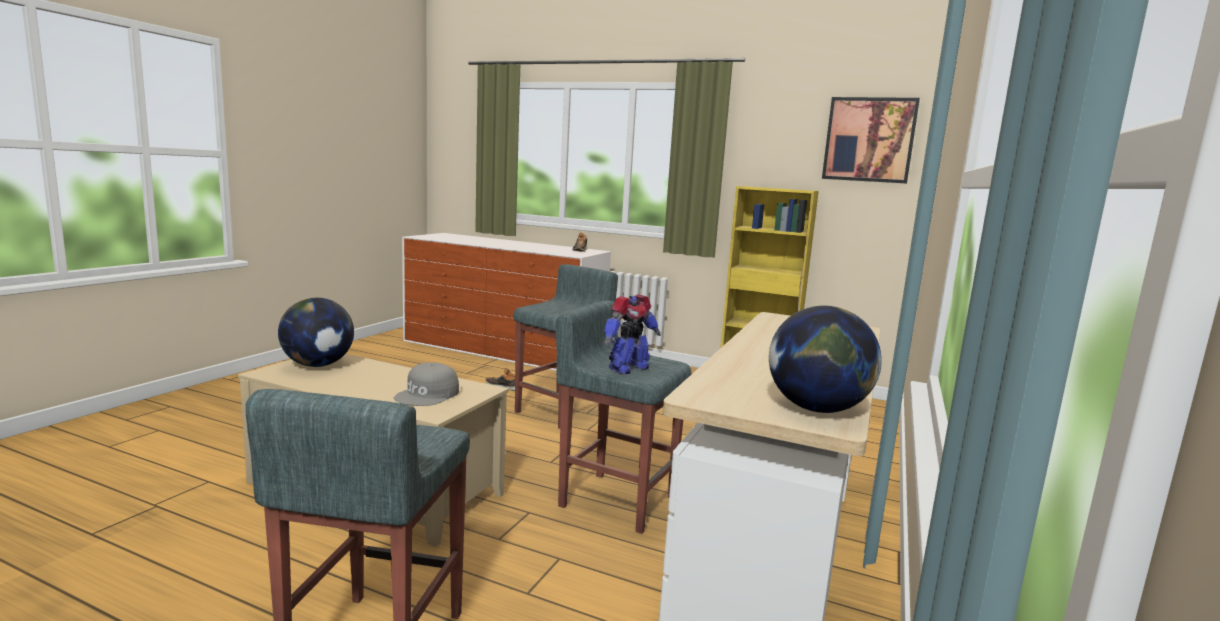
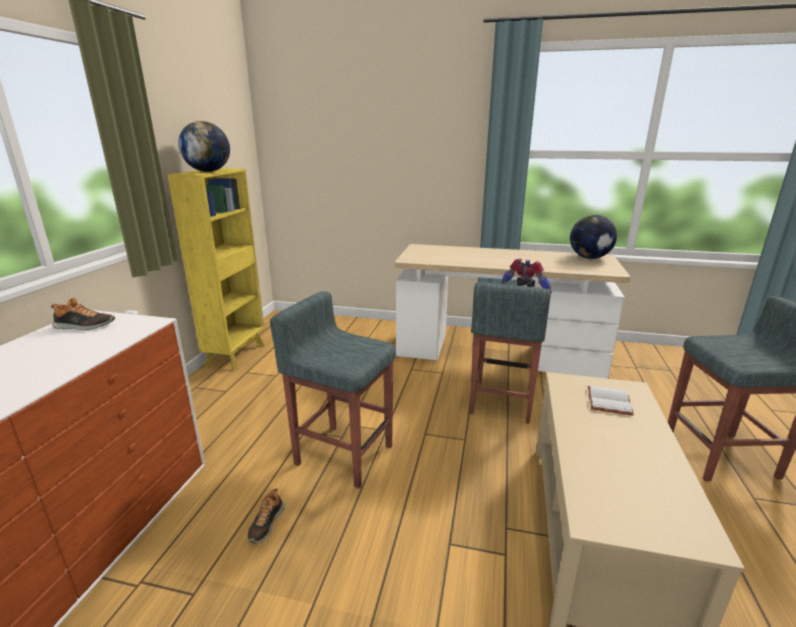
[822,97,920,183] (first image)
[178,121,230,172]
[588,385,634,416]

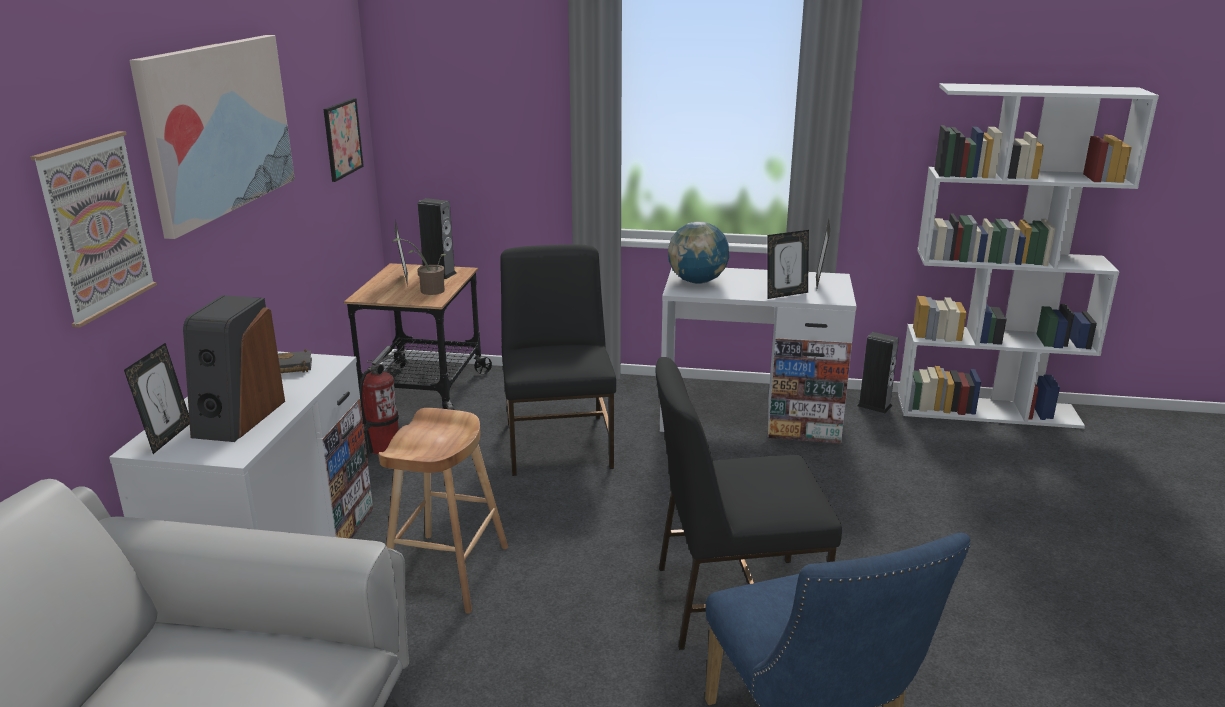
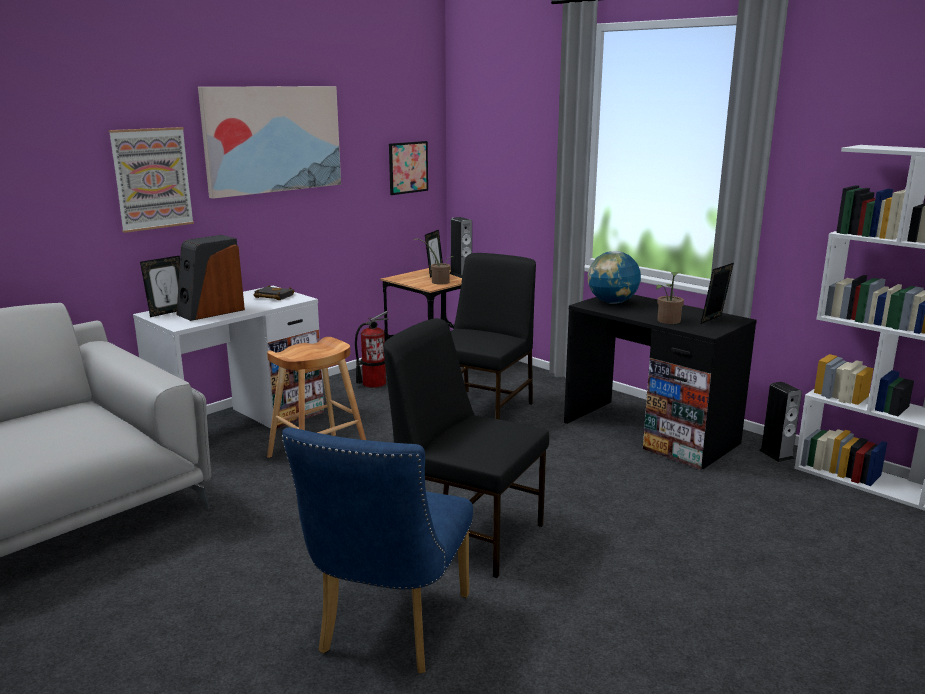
[656,272,684,324]
[564,295,757,469]

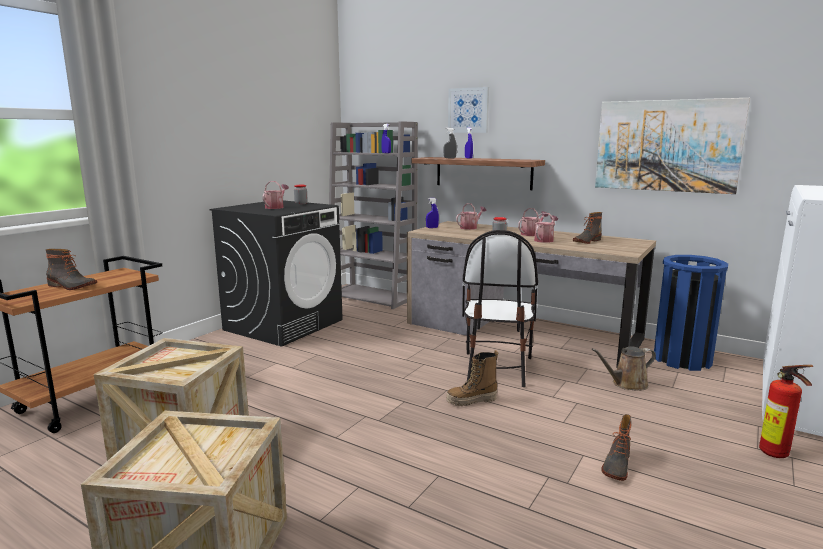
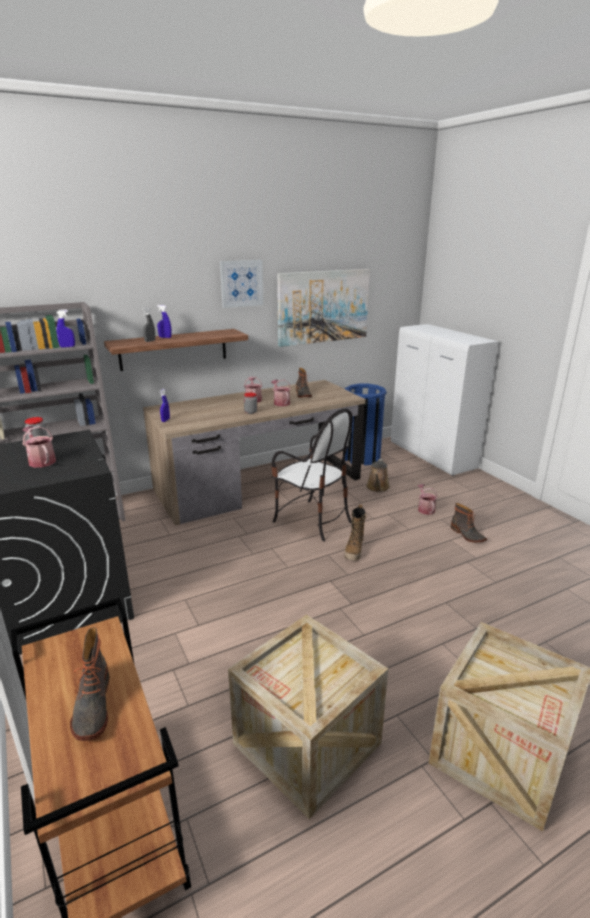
[759,365,813,458] (first image)
[220,260,264,308]
[418,484,437,515]
[70,627,110,741]

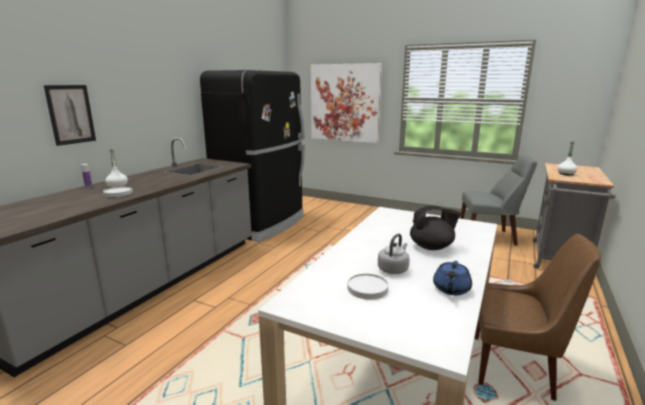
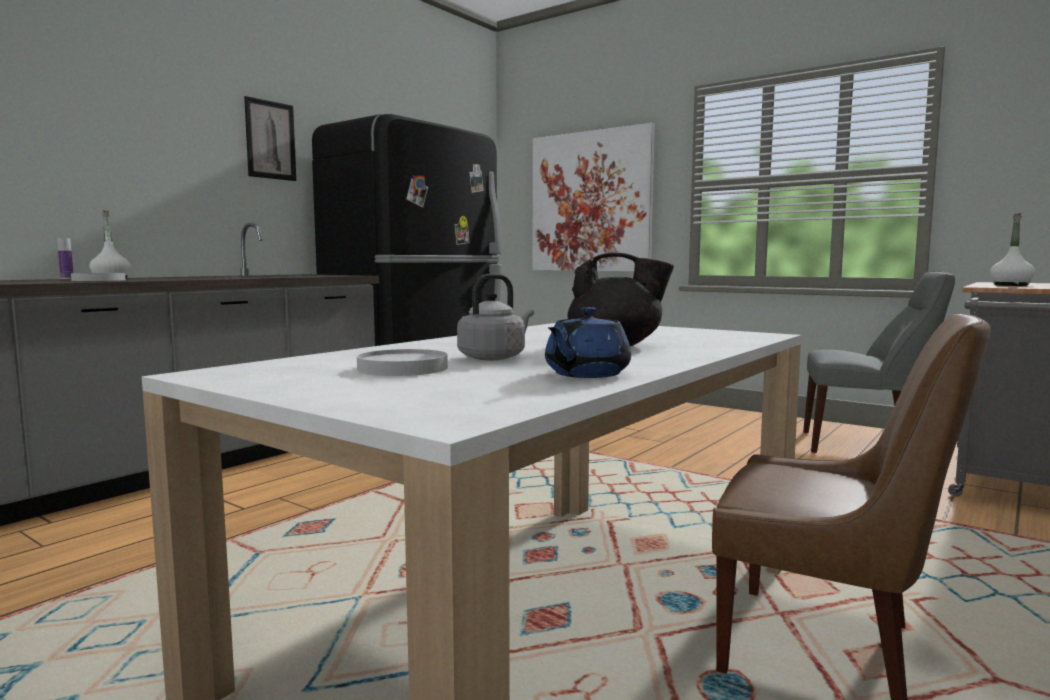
[244,96,296,181]

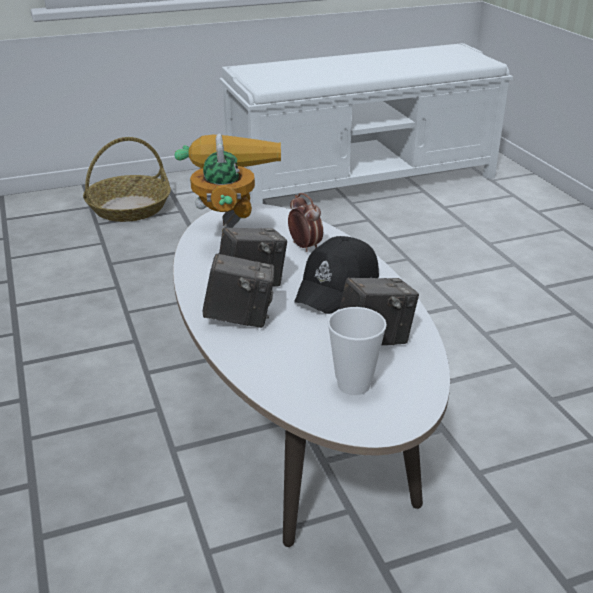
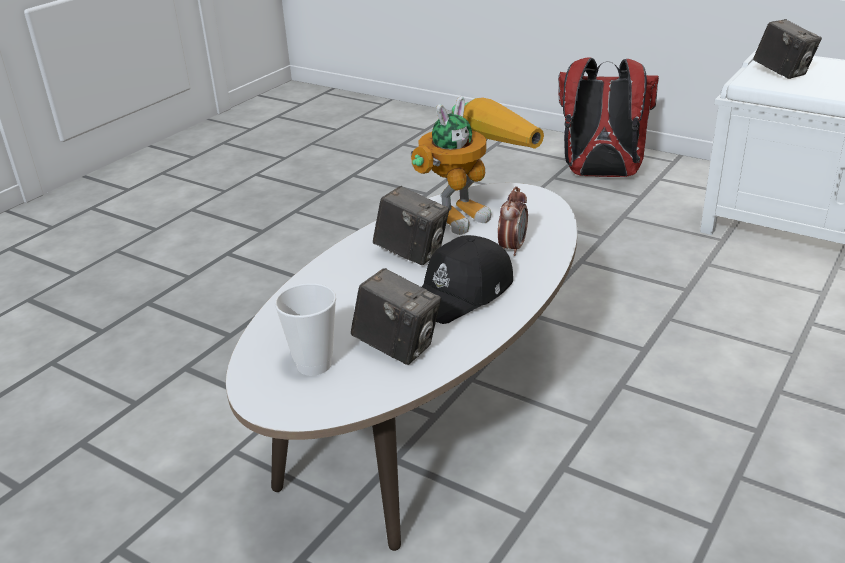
[753,19,822,79]
[558,57,659,177]
[422,235,513,324]

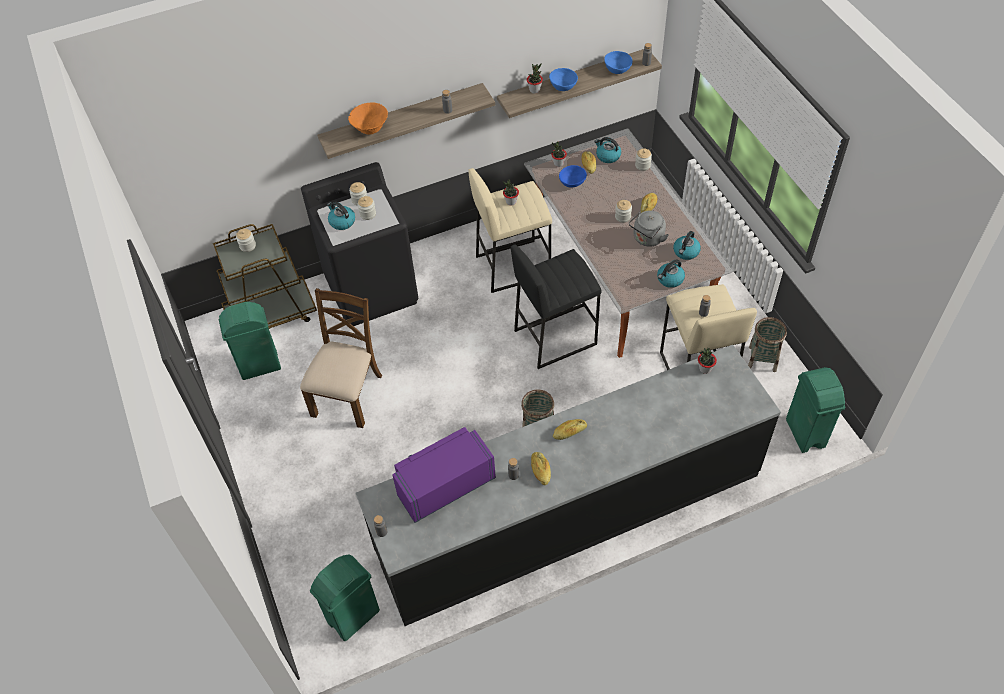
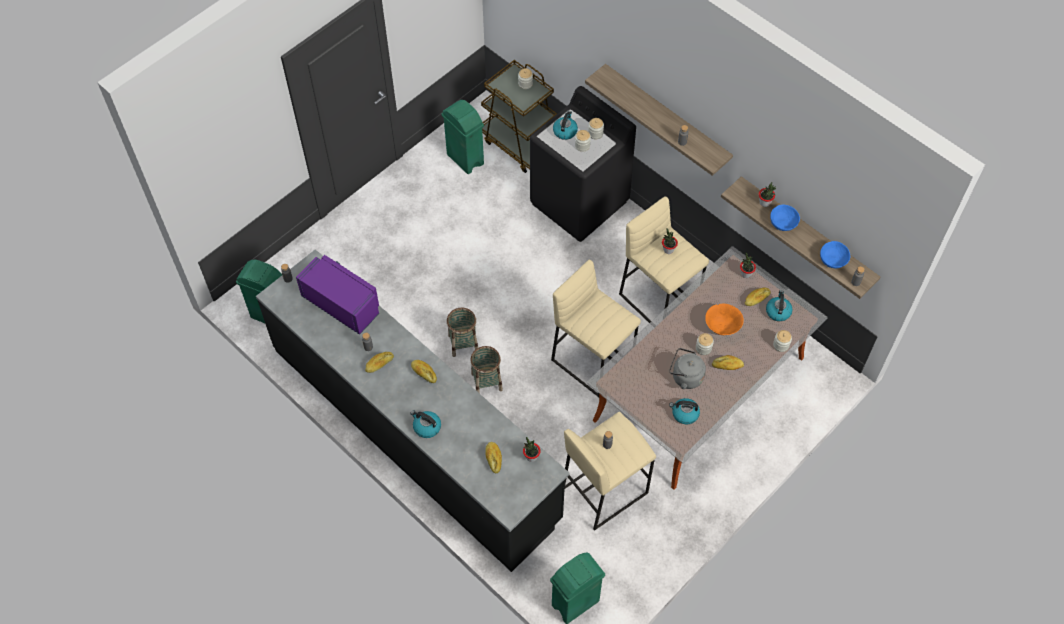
[300,288,382,428] (first image)
[559,165,587,188] (first image)
[485,442,502,474]
[705,304,744,335]
[410,410,441,438]
[447,308,478,357]
[551,260,641,397]

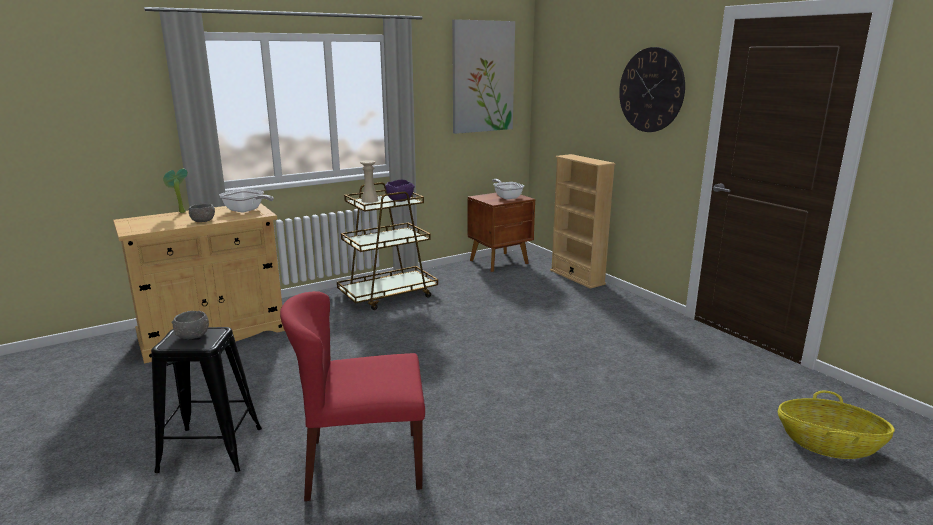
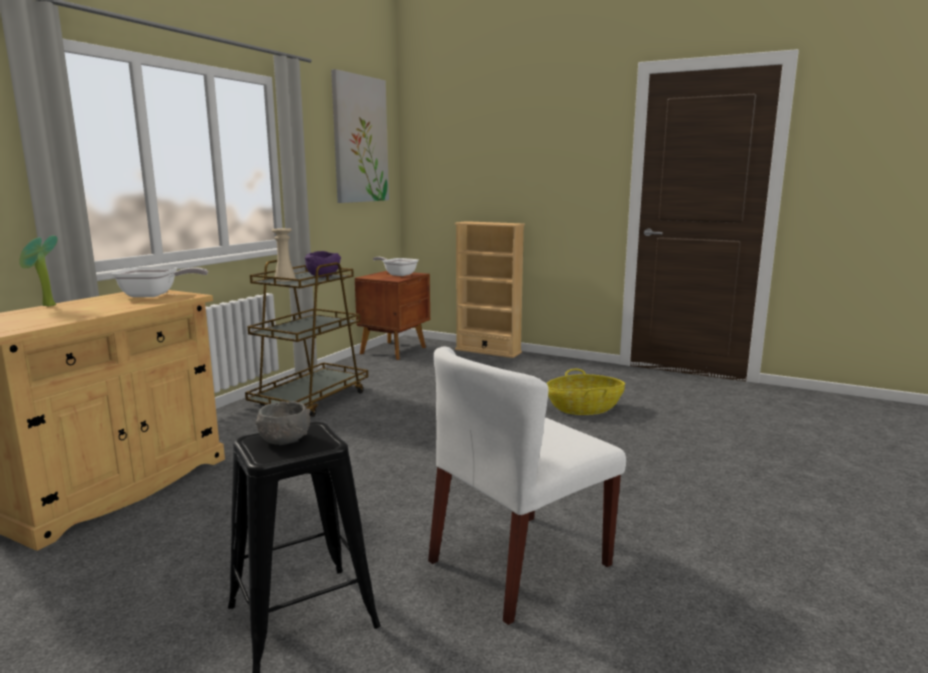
[188,204,215,222] (first image)
[619,47,685,132] (first image)
[546,368,625,415]
[428,346,626,625]

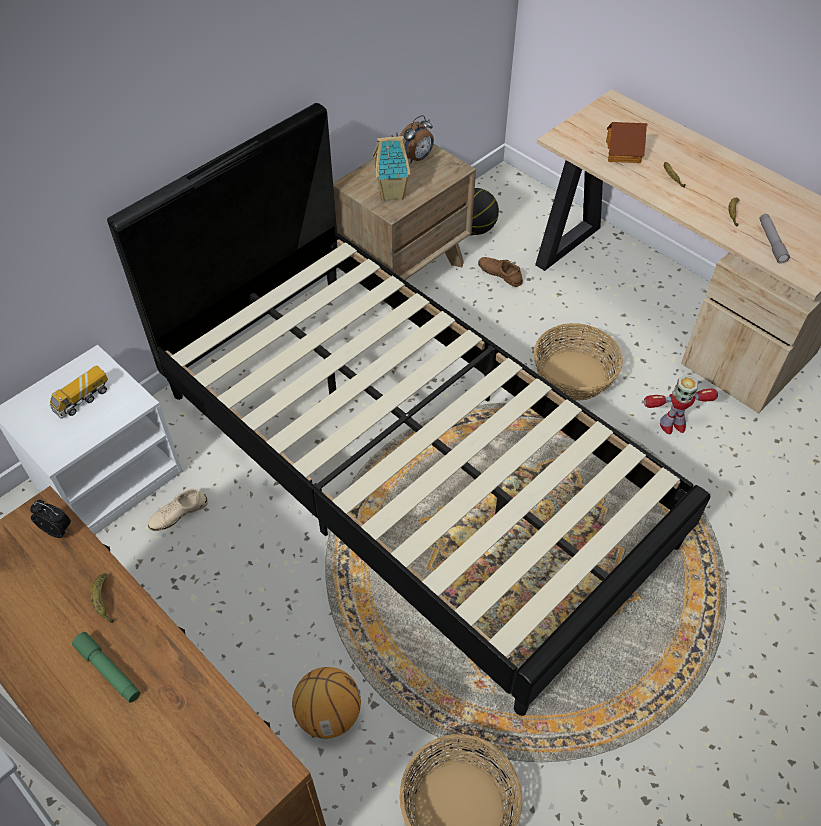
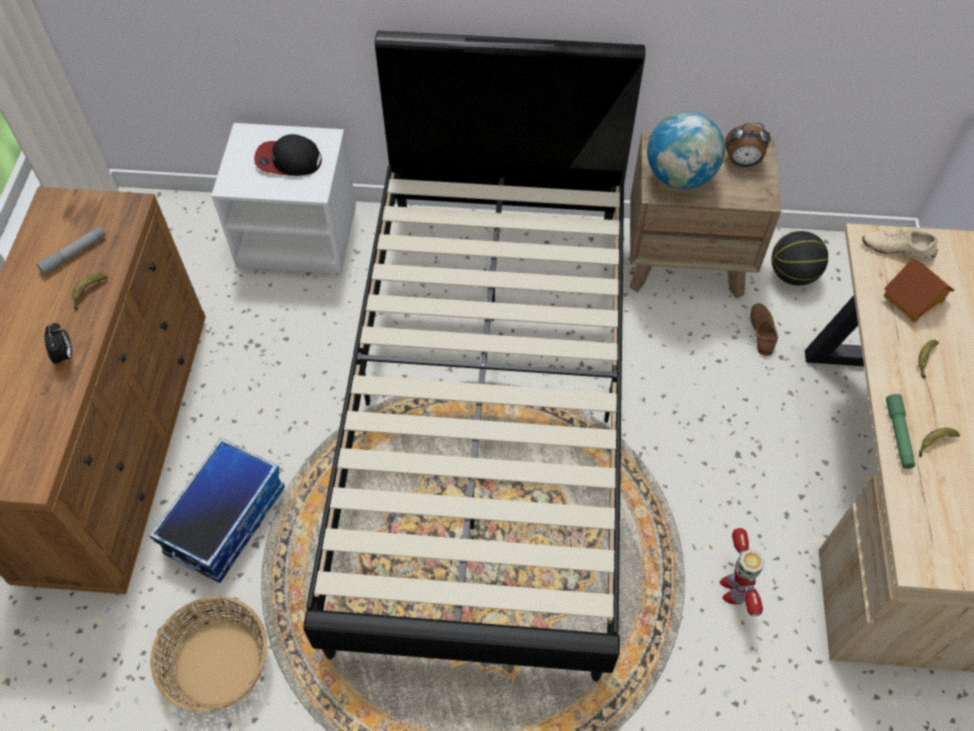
[534,323,623,401] (first image)
[44,323,72,365]
[886,394,915,469]
[862,228,938,261]
[36,227,106,275]
[254,134,322,176]
[149,438,285,583]
[647,111,725,189]
[720,528,764,616]

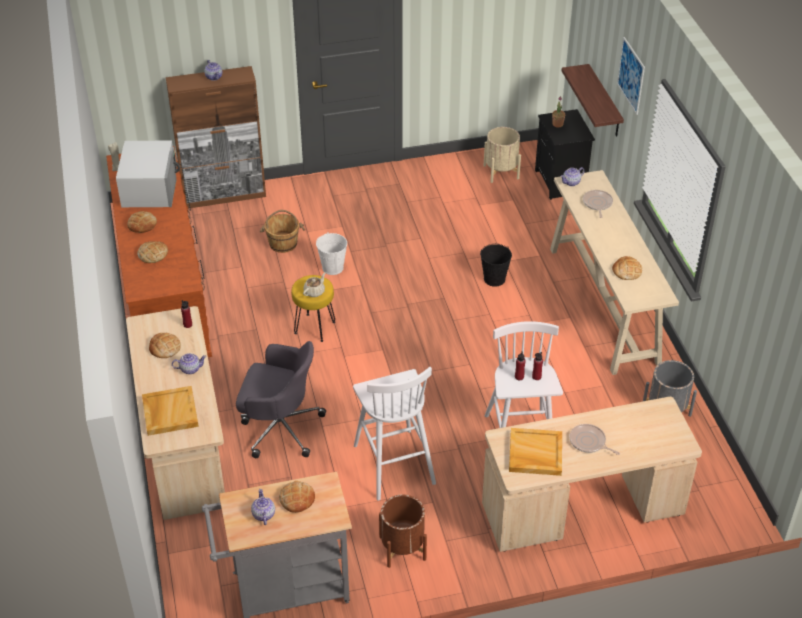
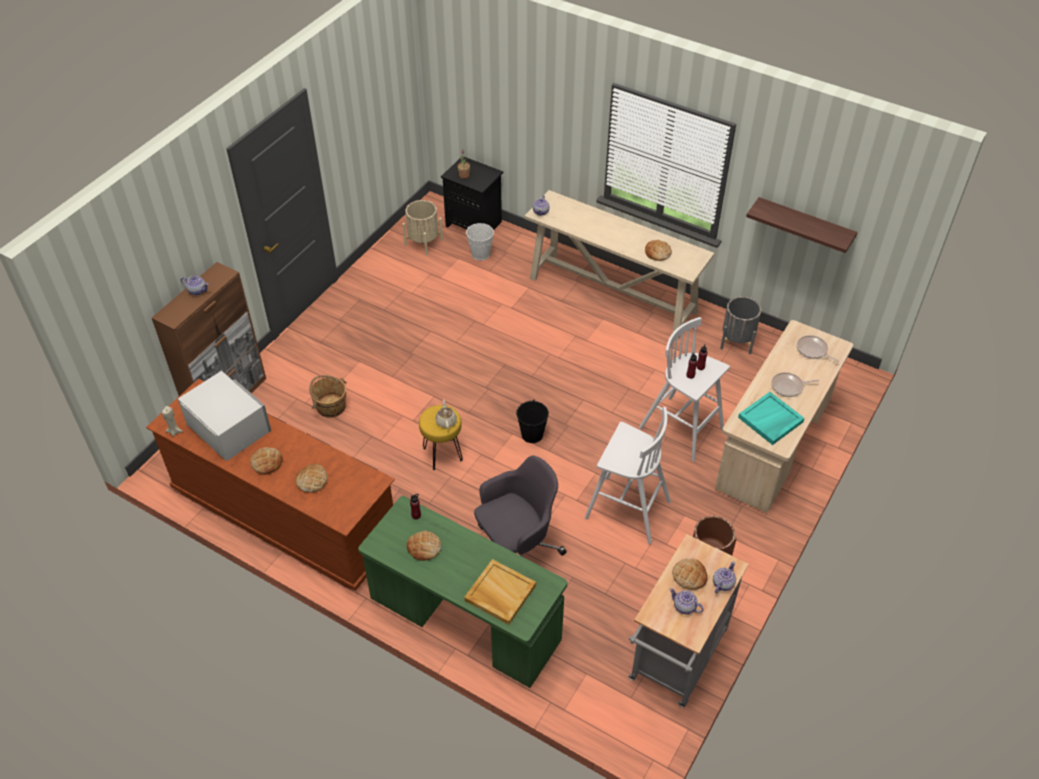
[617,37,645,115] (first image)
[713,562,736,593]
[466,223,494,261]
[516,400,549,443]
[746,197,857,253]
[797,335,839,362]
[358,496,567,688]
[738,392,805,445]

